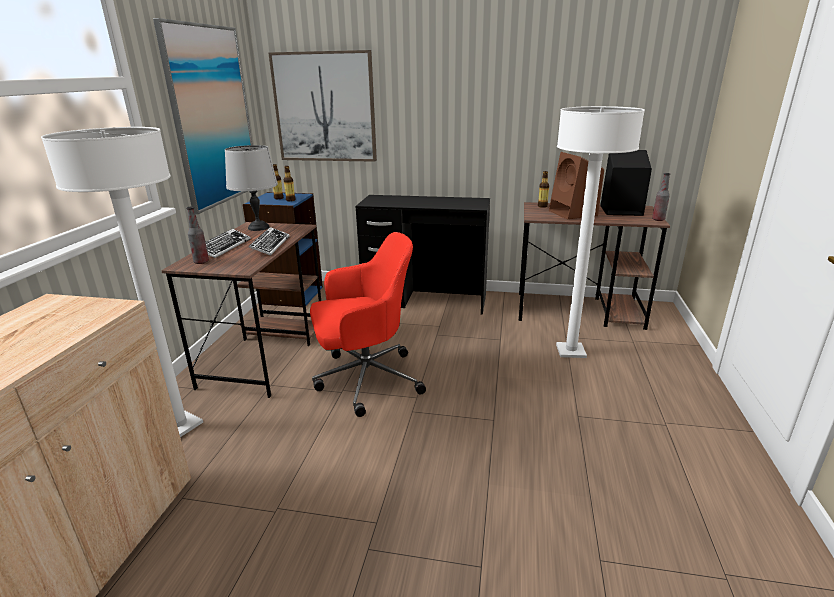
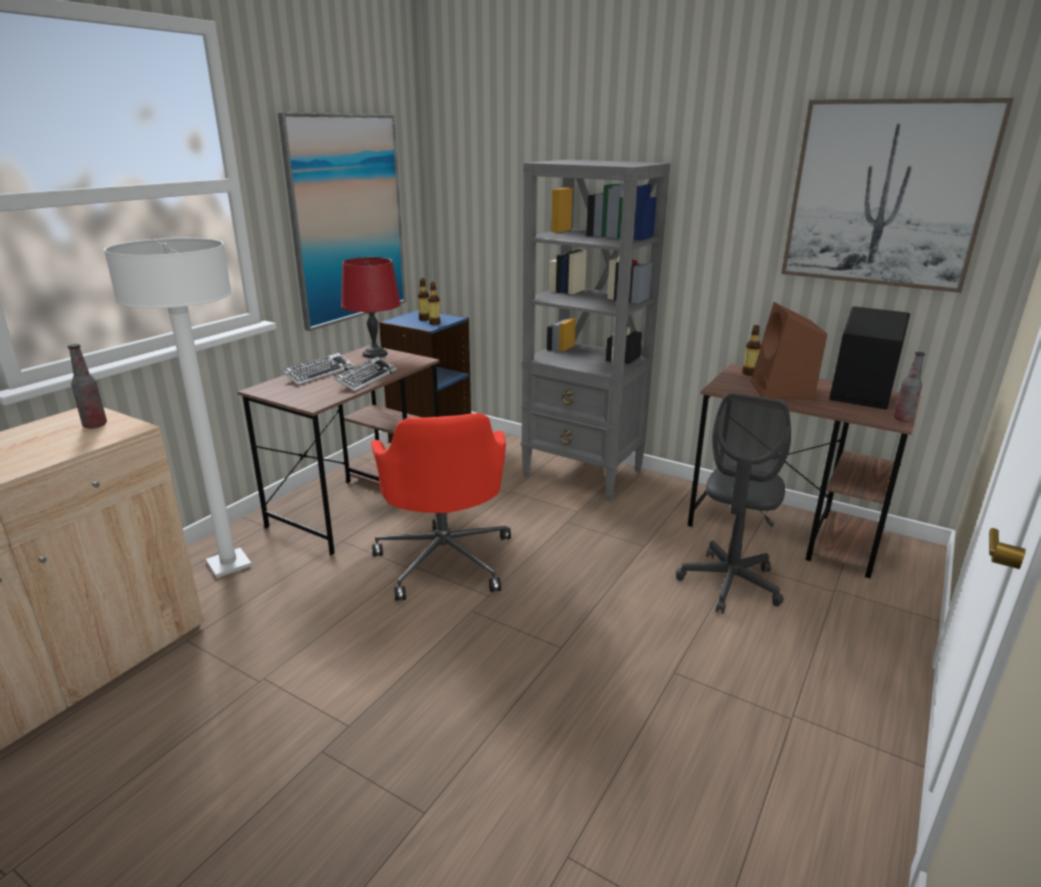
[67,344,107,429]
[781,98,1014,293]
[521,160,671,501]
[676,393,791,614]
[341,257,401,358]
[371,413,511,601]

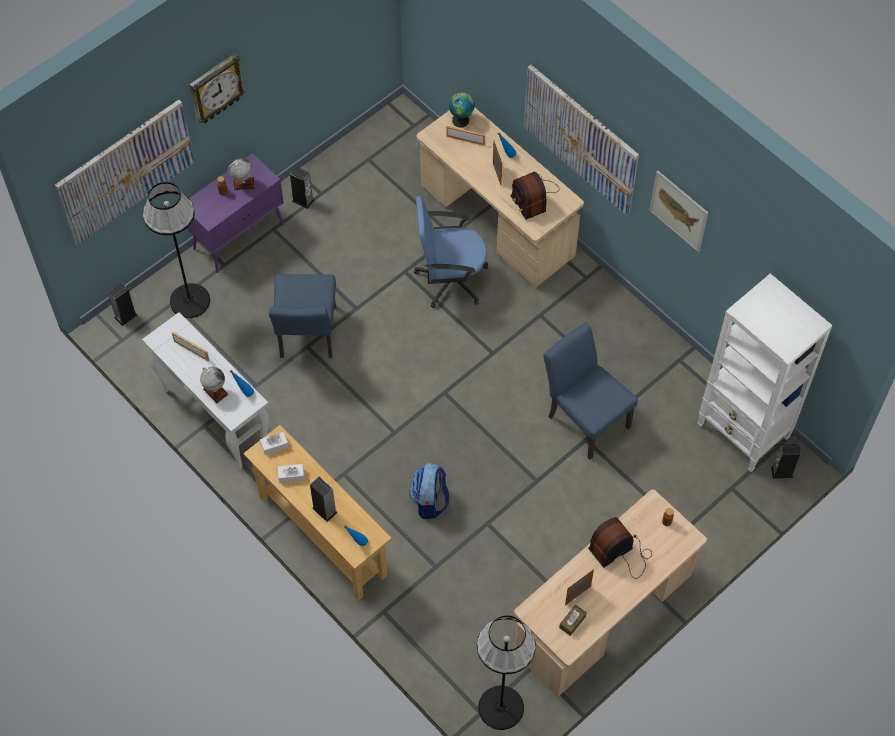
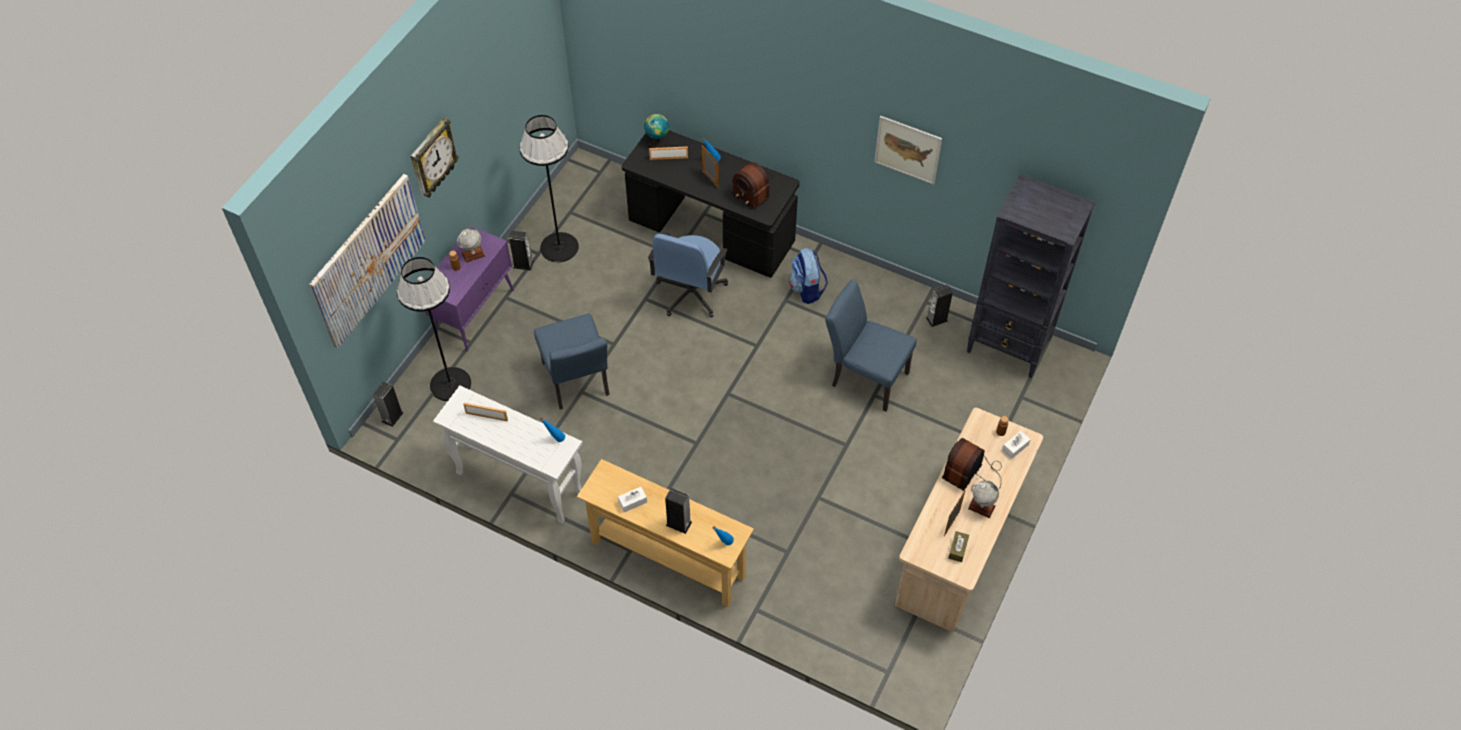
[524,65,639,215] (first image)
[968,481,999,518]
[1002,431,1031,459]
[789,248,828,304]
[519,115,579,262]
[926,285,953,327]
[622,130,800,278]
[967,174,1095,378]
[648,232,728,317]

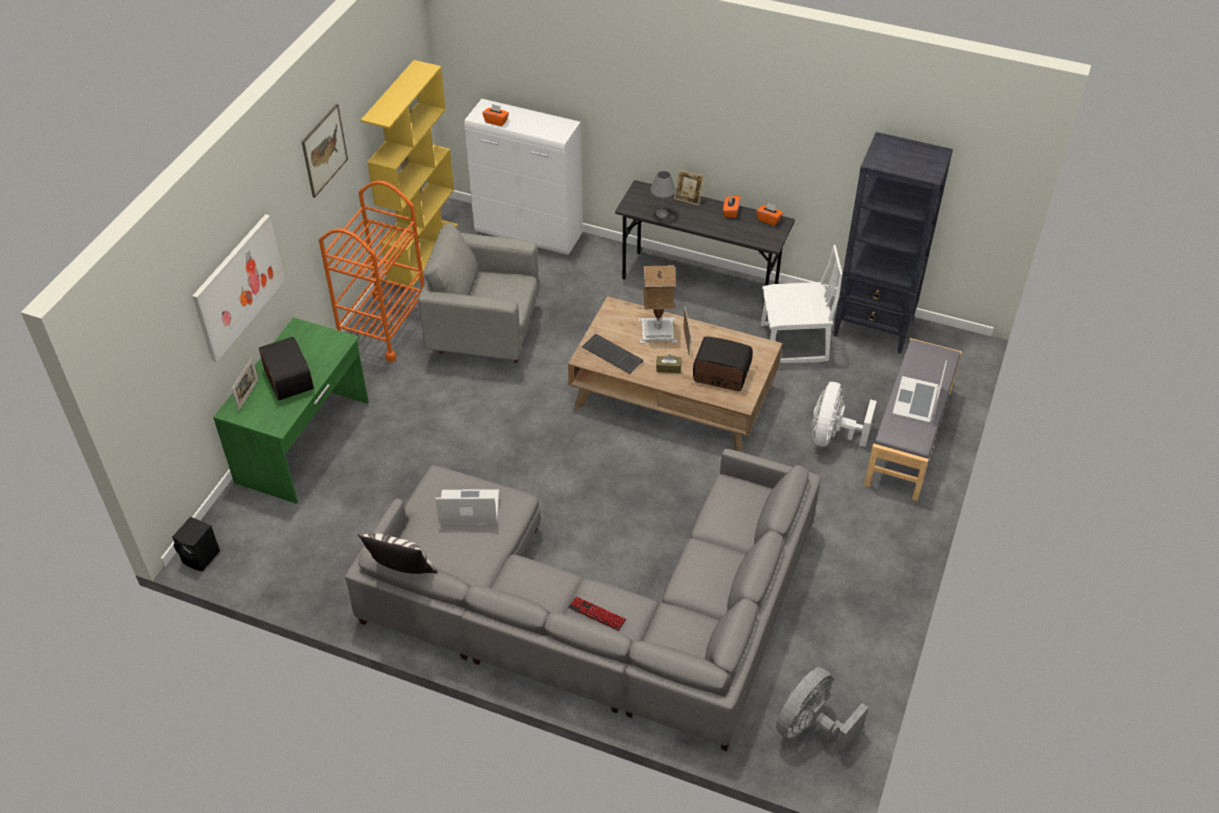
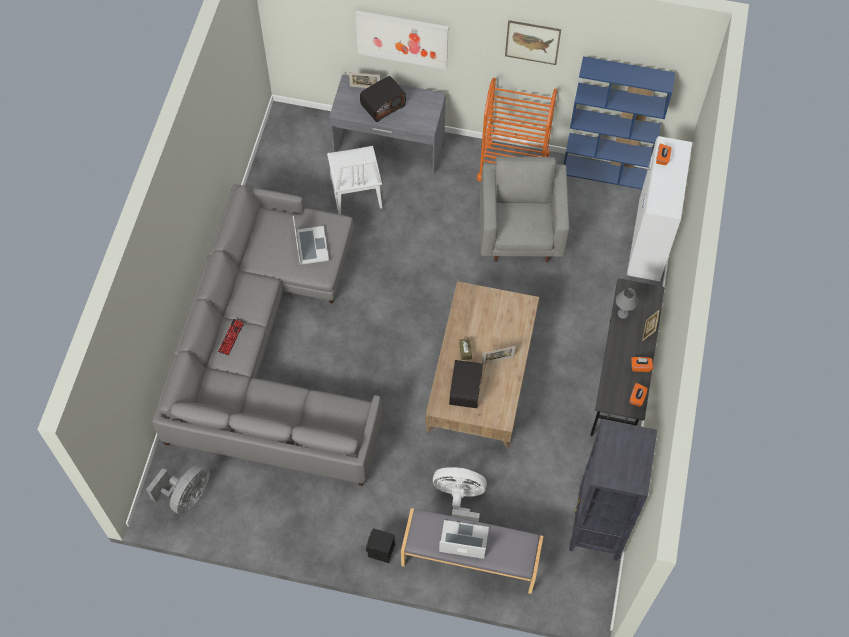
[357,533,438,574] (first image)
[582,334,644,374] (first image)
[639,266,677,344] (first image)
[366,528,395,563]
[327,146,382,214]
[329,74,446,175]
[564,56,676,189]
[146,464,210,514]

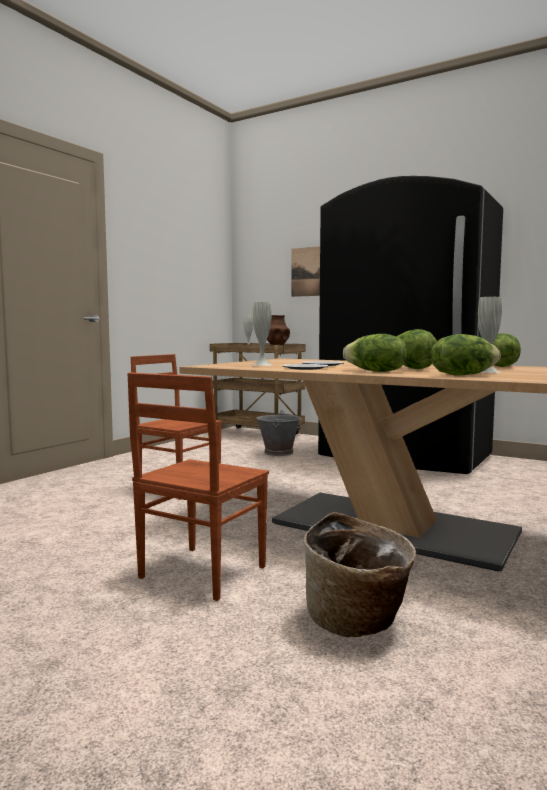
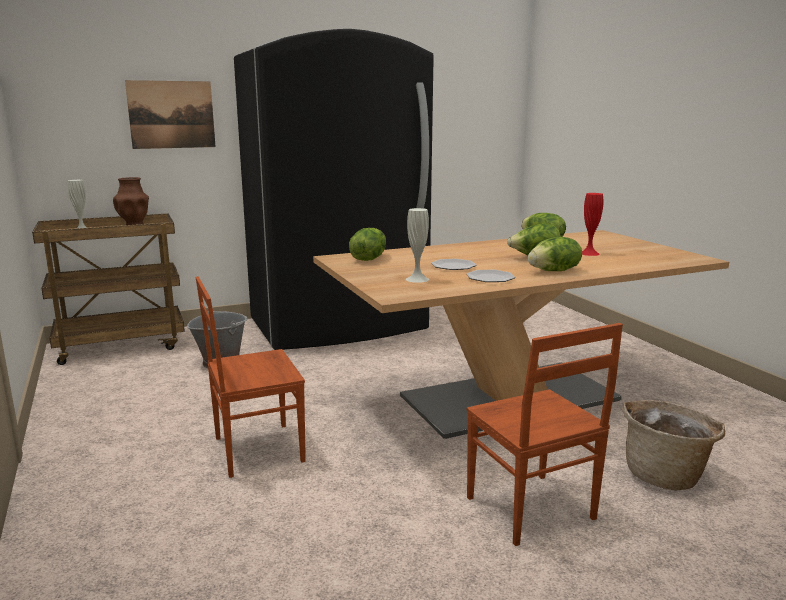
[349,228,386,261]
[582,193,603,256]

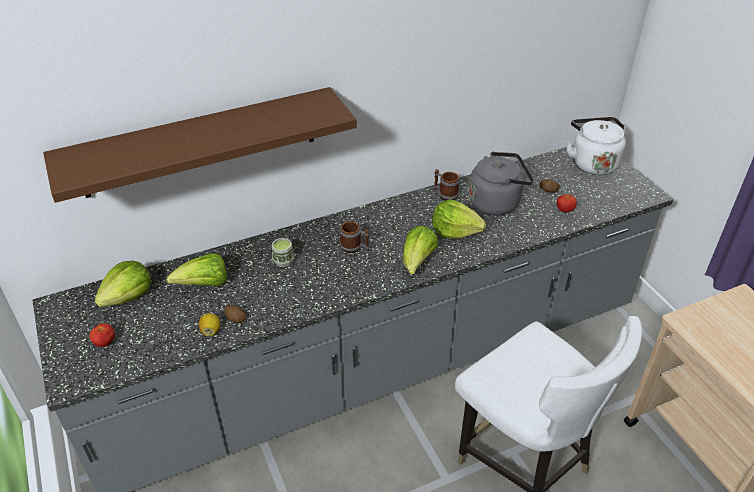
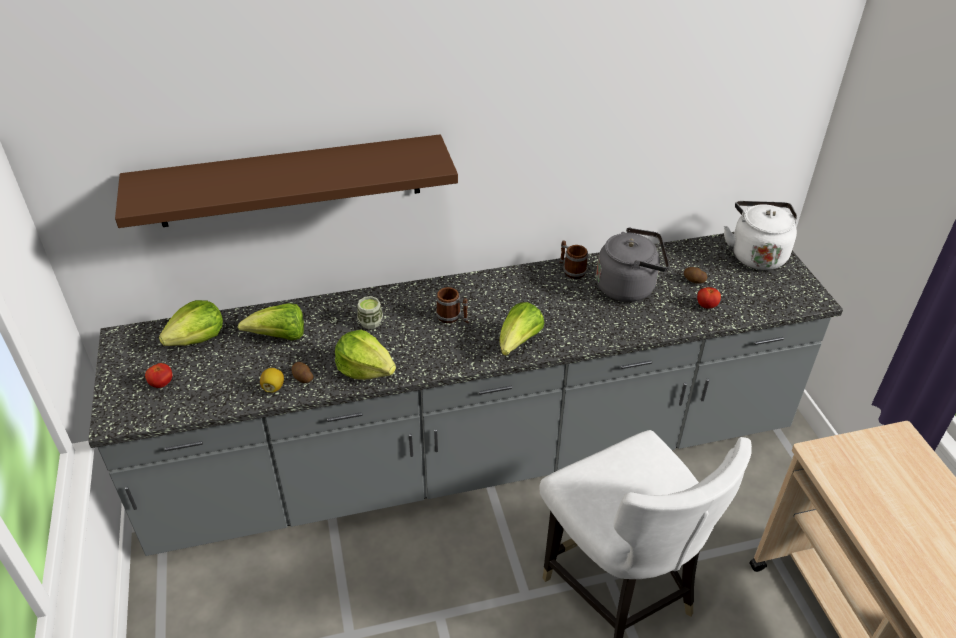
[335,329,396,380]

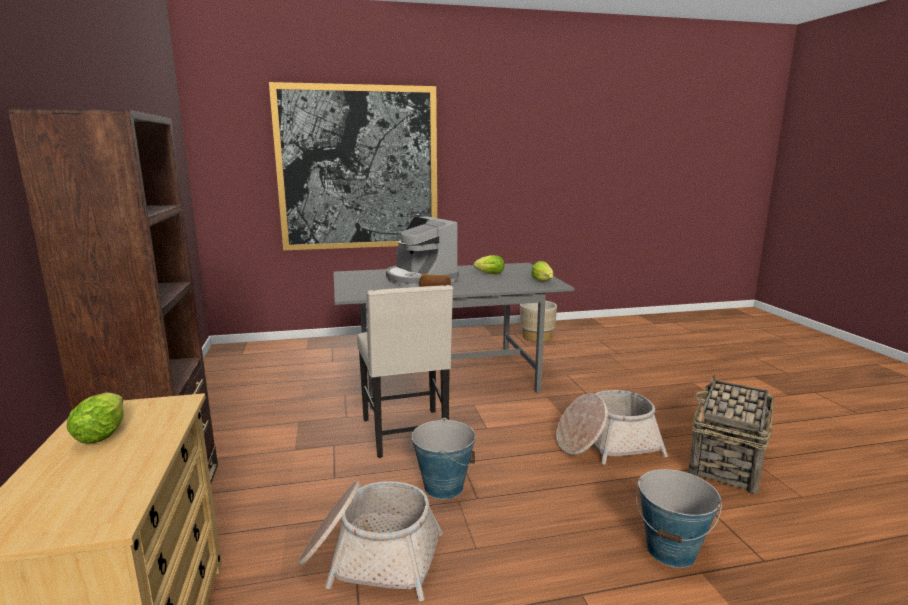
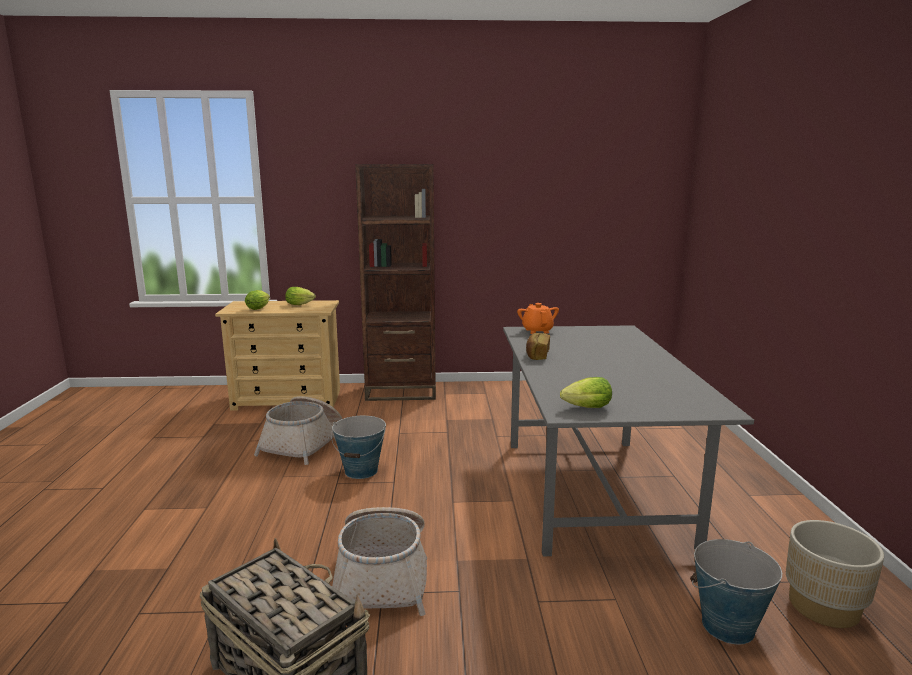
[269,82,437,250] (first image)
[357,285,453,458] (first image)
[386,216,459,287] (first image)
[517,303,559,334]
[245,290,270,310]
[690,539,782,644]

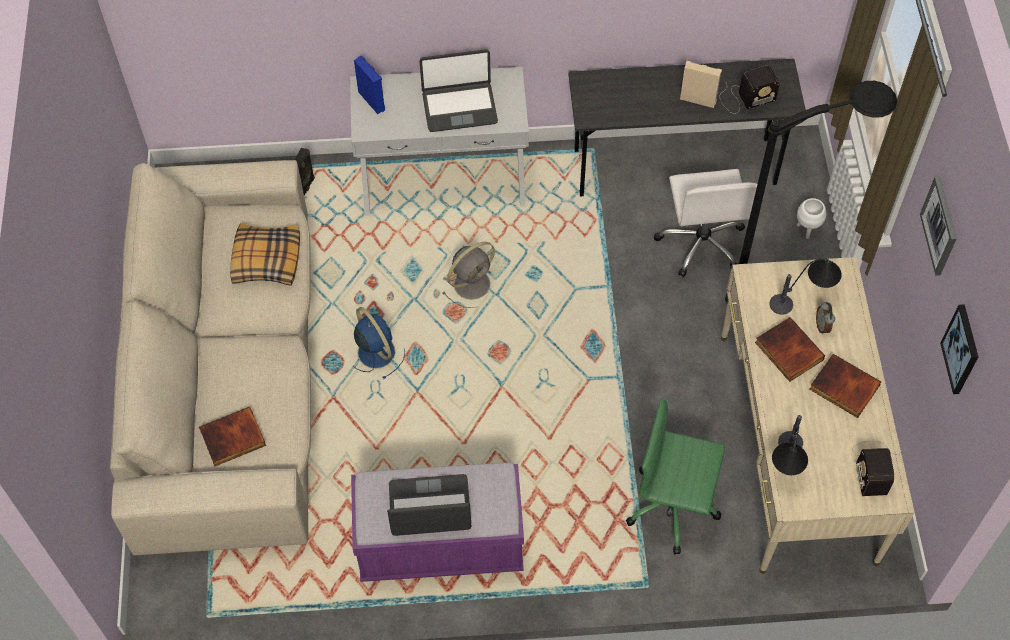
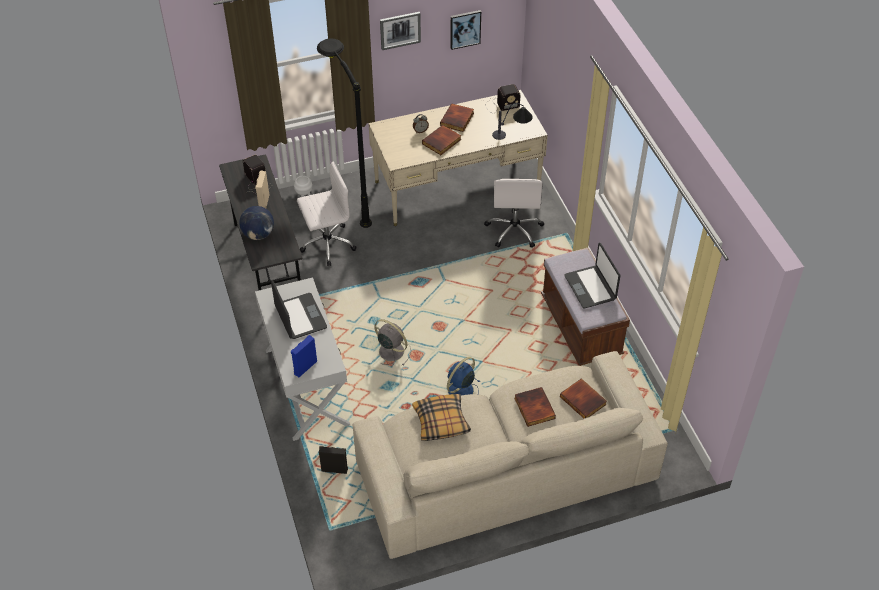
[769,258,842,315] (first image)
[239,206,274,240]
[514,387,556,427]
[541,247,630,366]
[484,179,544,248]

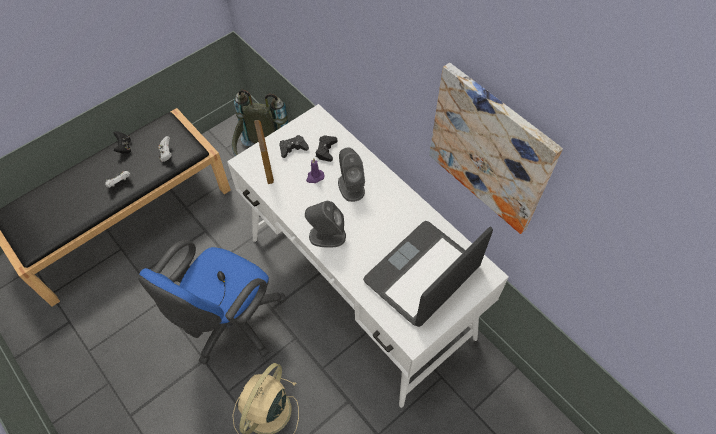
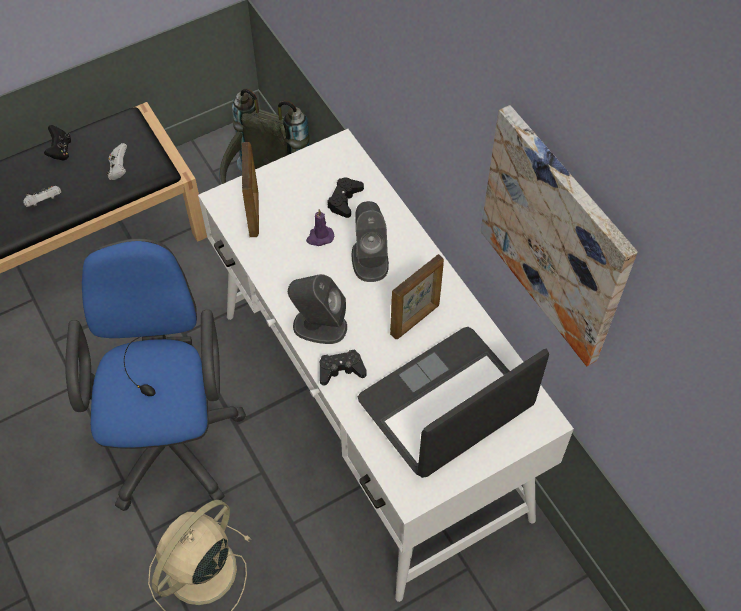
[390,254,444,339]
[320,349,367,385]
[65,238,246,511]

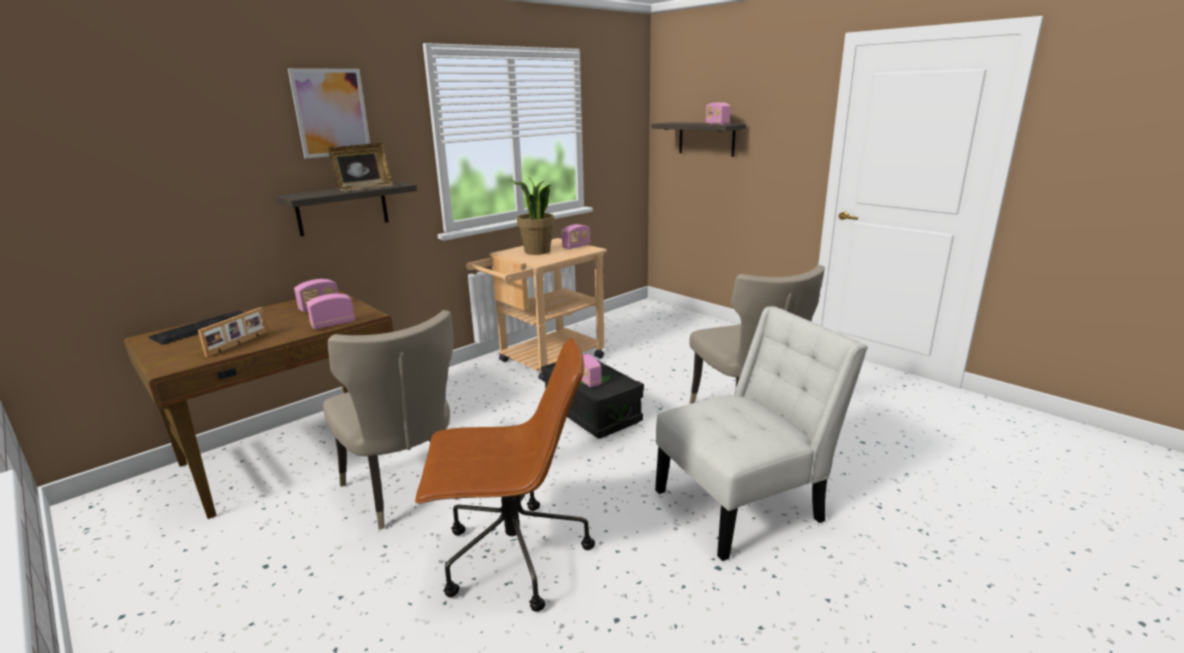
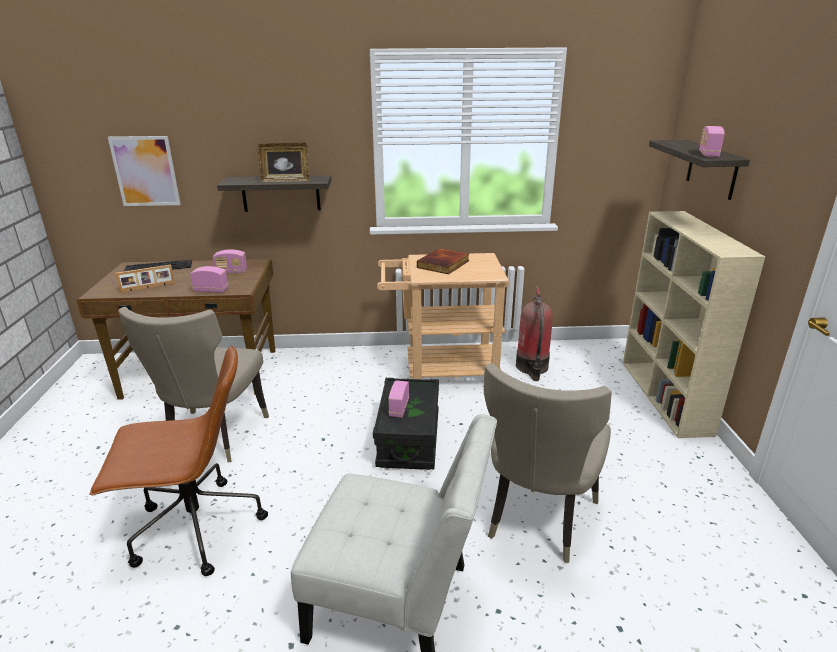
[562,224,591,249] (first image)
[516,287,553,381]
[623,211,765,438]
[108,136,181,206]
[417,248,469,274]
[89,345,268,576]

